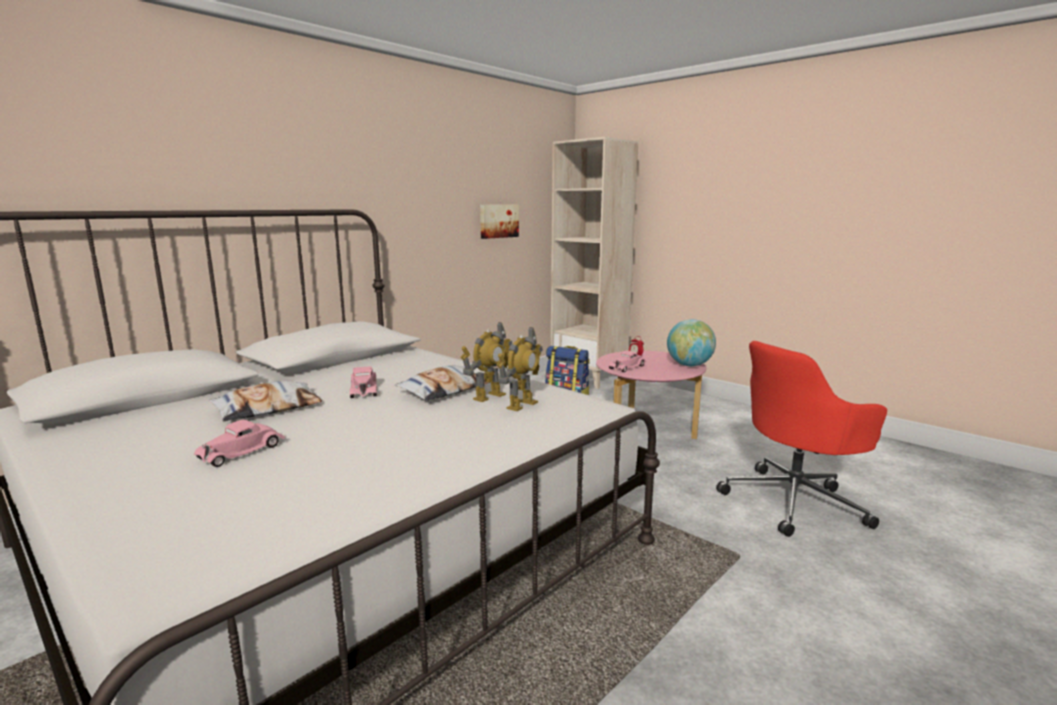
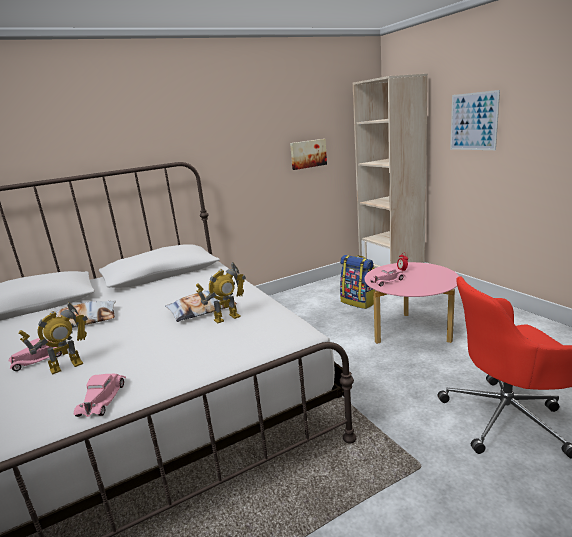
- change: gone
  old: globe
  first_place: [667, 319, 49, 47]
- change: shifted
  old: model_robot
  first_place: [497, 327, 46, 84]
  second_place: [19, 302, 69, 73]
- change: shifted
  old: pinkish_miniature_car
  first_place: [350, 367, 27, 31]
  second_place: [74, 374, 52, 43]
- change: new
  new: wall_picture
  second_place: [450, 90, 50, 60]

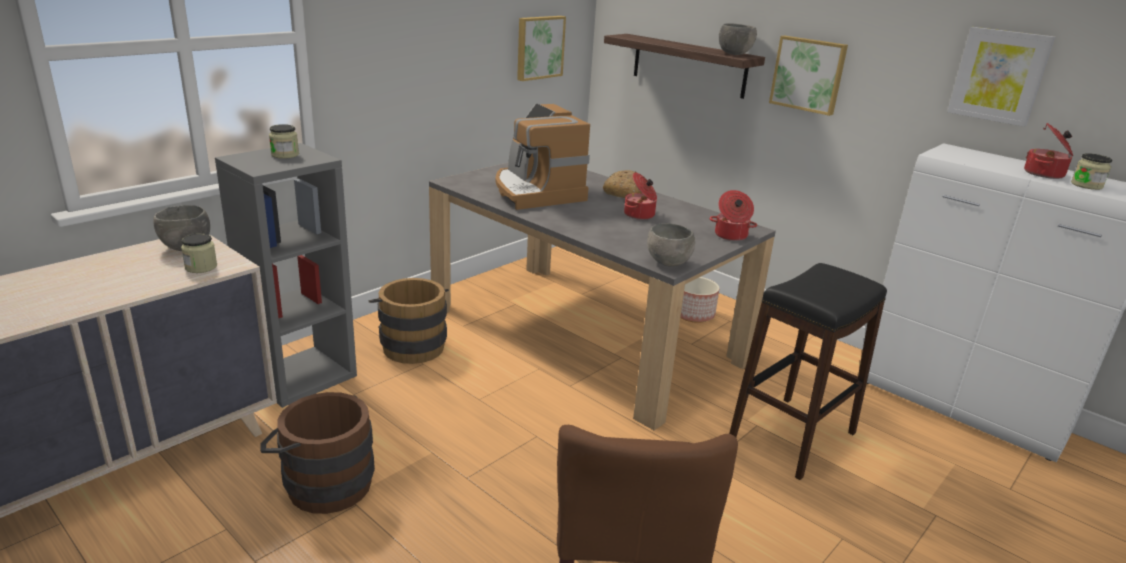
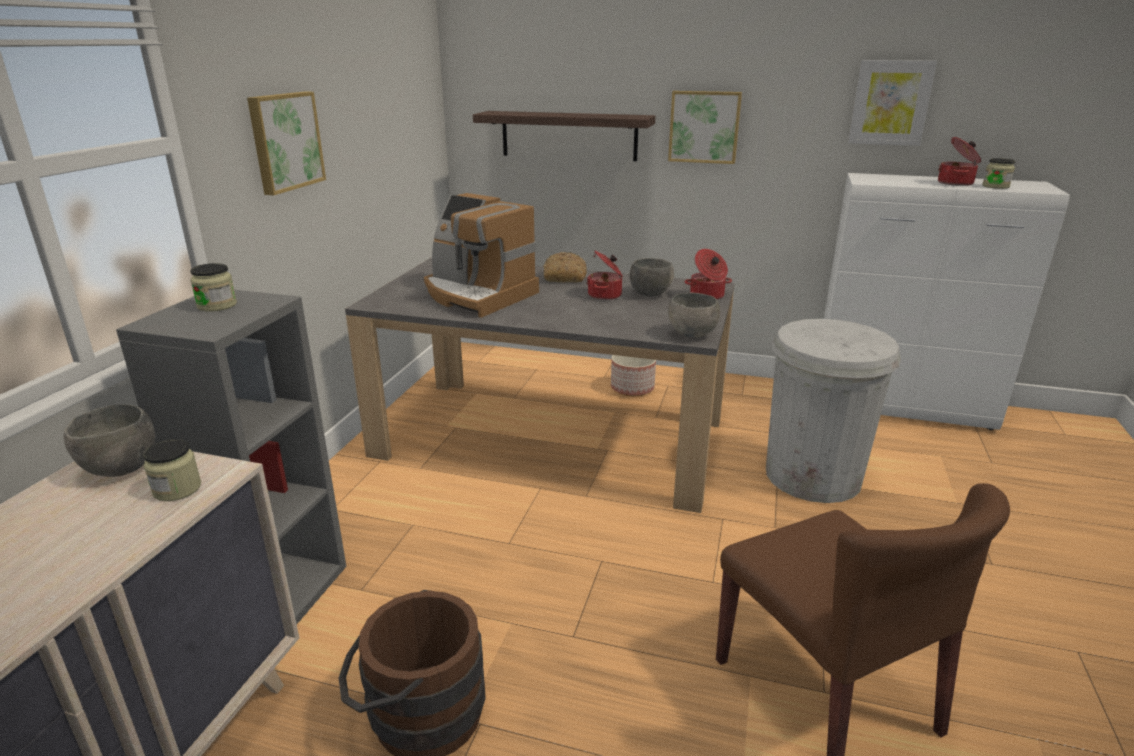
- change: shifted
  old: wall_picture
  first_place: [517, 16, 49, 65]
  second_place: [247, 92, 79, 103]
- change: shifted
  old: gray_serving_bowl
  first_place: [719, 23, 38, 32]
  second_place: [630, 258, 44, 39]
- change: swapped
  old: black_stool_seat
  new: white-coloured_rubbish_bin
  first_place: [729, 263, 158, 217]
  second_place: [766, 319, 135, 184]
- change: gone
  old: brown_water_bucket
  first_place: [369, 278, 80, 86]

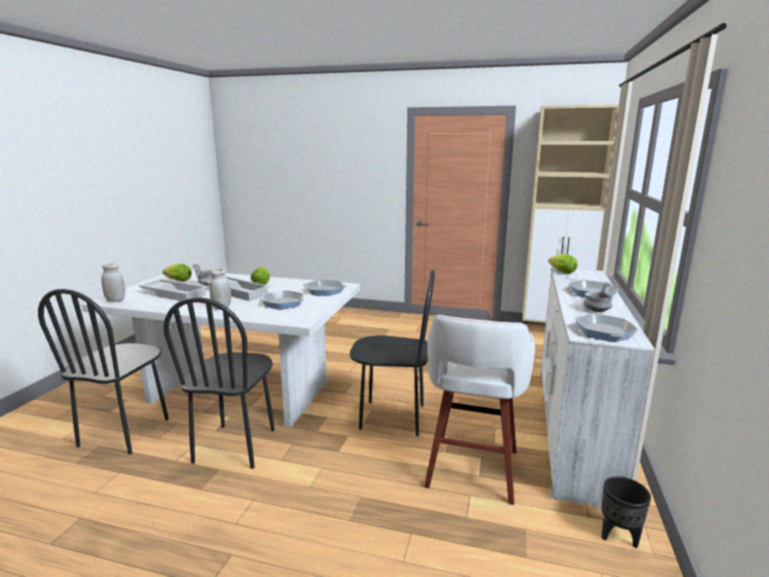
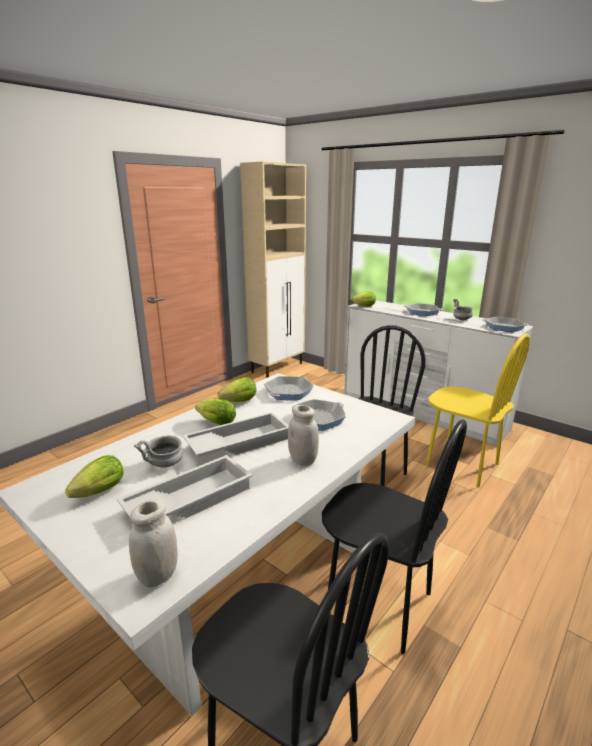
- change: swapped
  old: white-coloured_stool_seat
  new: yellow-coloured_plain_chair
  first_place: [424, 315, 111, 190]
  second_place: [426, 333, 104, 155]
- change: gone
  old: black_plant_pot
  first_place: [601, 476, 50, 72]
- change: new
  new: lettuce_head
  second_place: [218, 377, 39, 25]

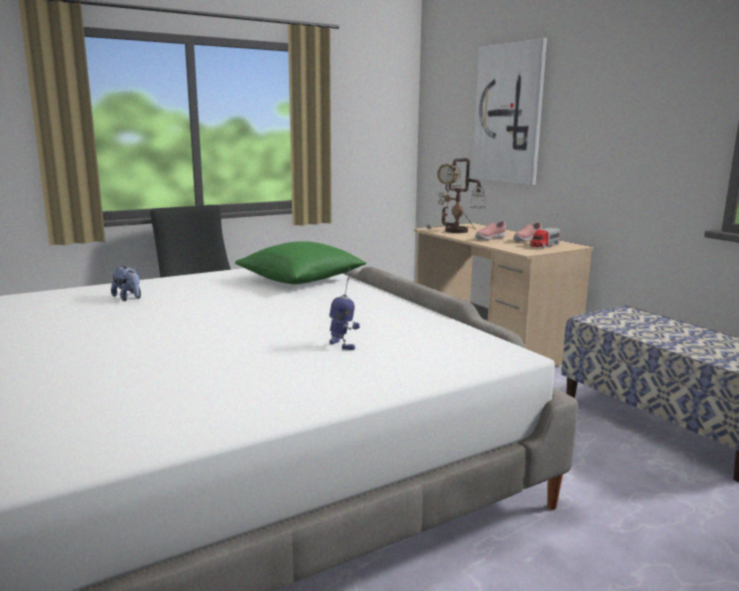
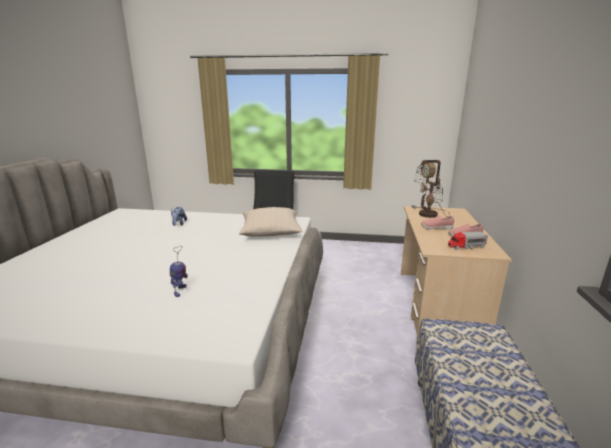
- change: gone
  old: wall_picture
  first_place: [472, 38, 75, 147]
- change: repainted
  old: greenish_throw_pillow
  new: sand-coloured_throw_pillow
  first_place: [235, 241, 132, 43]
  second_place: [239, 207, 64, 30]

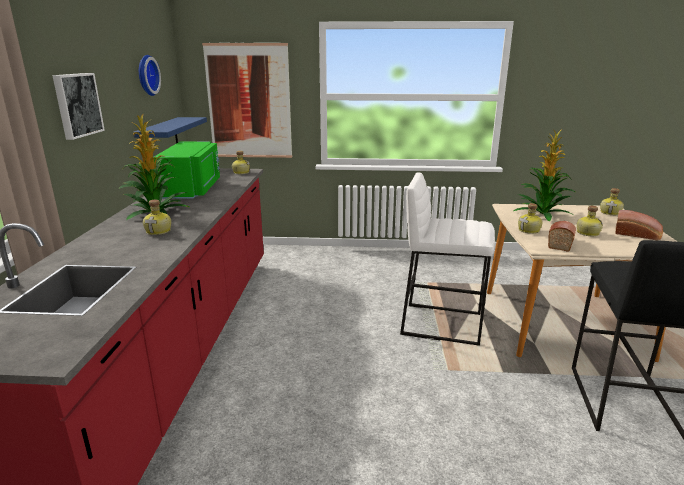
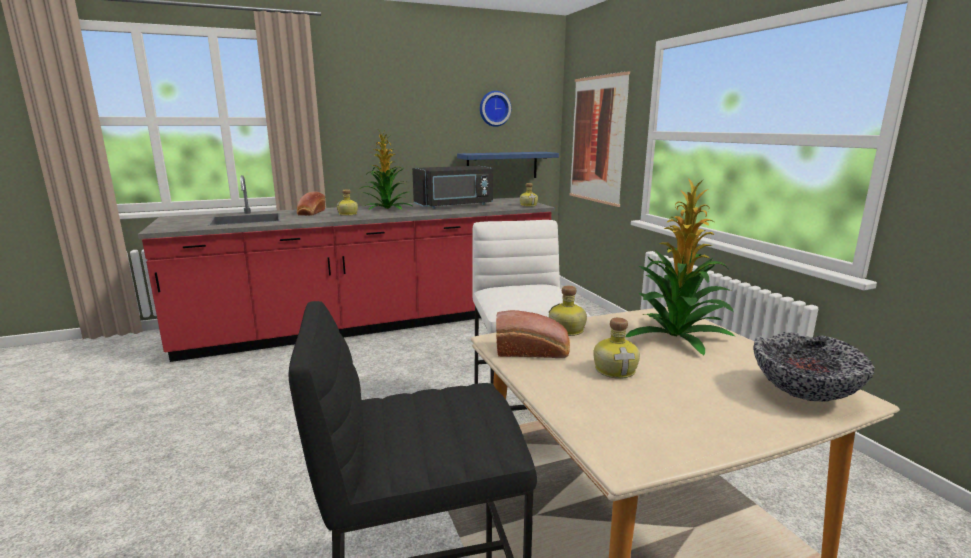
- change: gone
  old: wall_picture
  first_place: [52, 73, 53, 67]
- change: repainted
  old: greenish_microwave_oven
  new: black_microwave_oven
  first_place: [154, 141, 66, 58]
  second_place: [412, 166, 81, 43]
- change: swapped
  old: drink_bottle
  new: serving_bowl
  first_place: [600, 188, 24, 27]
  second_place: [753, 332, 122, 70]
- change: shifted
  old: bakery_bread
  first_place: [615, 210, 48, 30]
  second_place: [297, 191, 28, 25]

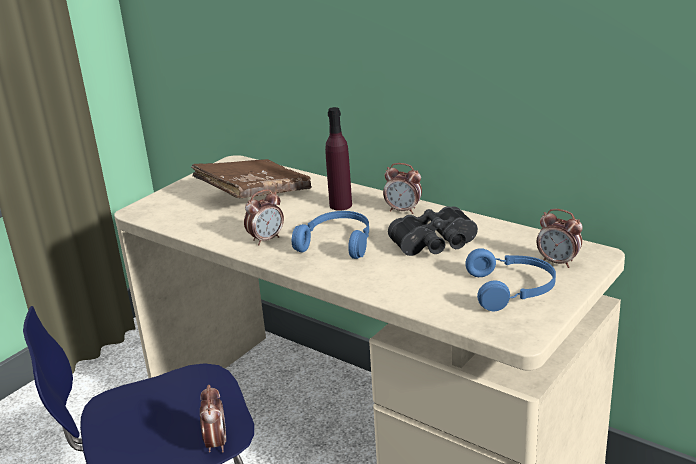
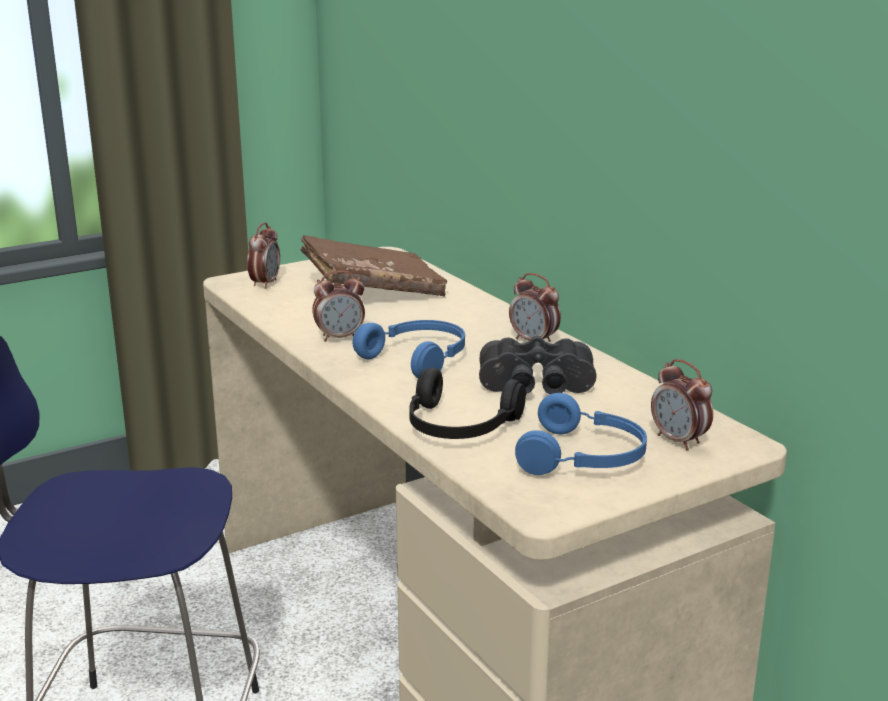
- change: gone
  old: purplish_drink_bottle
  first_place: [325, 107, 27, 104]
- change: shifted
  old: alarm_clock
  first_place: [200, 385, 26, 67]
  second_place: [247, 222, 33, 67]
- change: new
  new: black_headphones
  second_place: [409, 368, 117, 71]

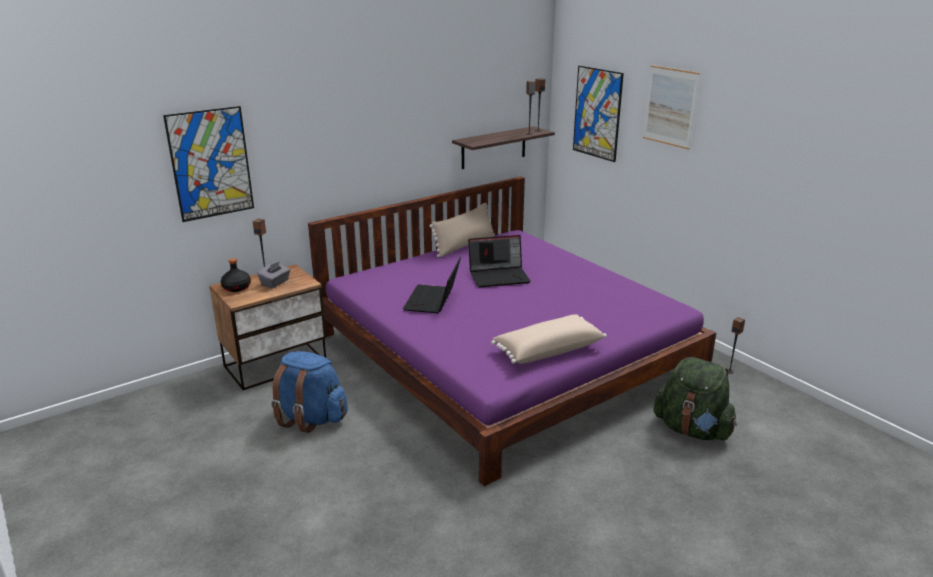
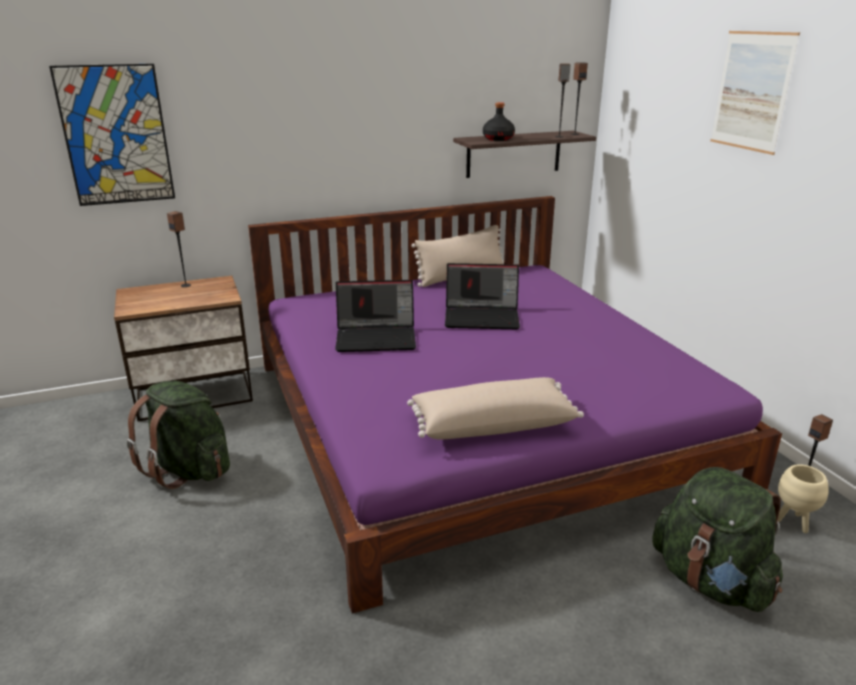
- change: gone
  old: wall_picture
  first_place: [573, 66, 51, 96]
- change: rotated
  old: notebook_computer
  first_place: [403, 257, 58, 56]
  second_place: [335, 280, 81, 72]
  degrees: -120
- change: shifted
  old: black_drink_bottle
  first_place: [221, 258, 30, 34]
  second_place: [483, 102, 32, 39]
- change: gone
  old: gray_box_of_tissues
  first_place: [257, 261, 33, 27]
- change: repainted
  old: bluish_knapsack
  new: greenish_knapsack
  first_place: [271, 351, 77, 82]
  second_place: [126, 381, 104, 108]
- change: new
  new: sand-coloured_plant_pot
  second_place: [778, 464, 51, 69]

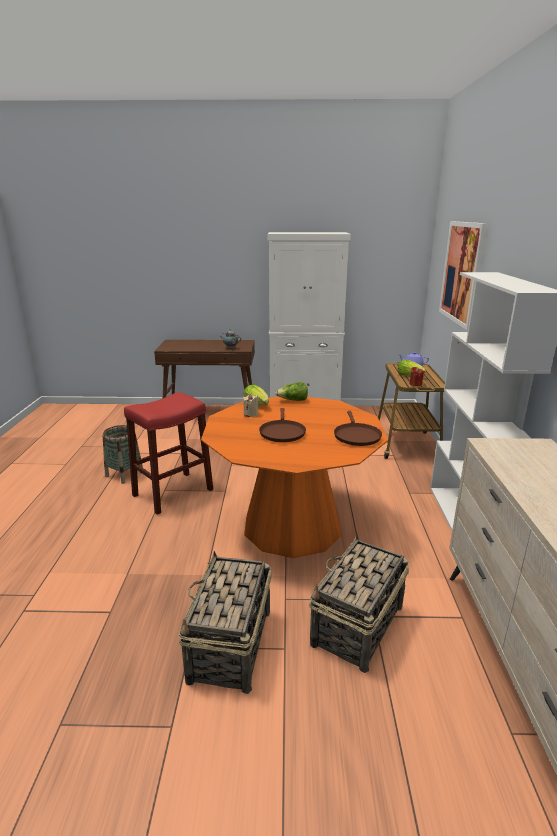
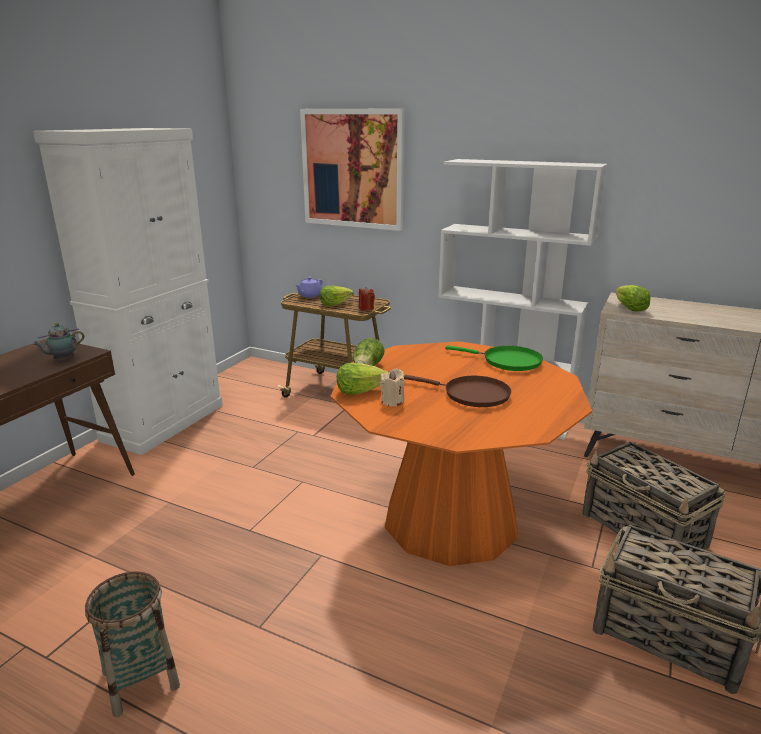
- change: gone
  old: red_stool_seat
  first_place: [124, 392, 89, 123]
- change: repainted
  old: brown_frying_pan
  new: greenish_frying_pan
  first_place: [334, 411, 48, 35]
  second_place: [445, 345, 98, 26]
- change: new
  new: lettuce_head
  second_place: [616, 285, 35, 27]

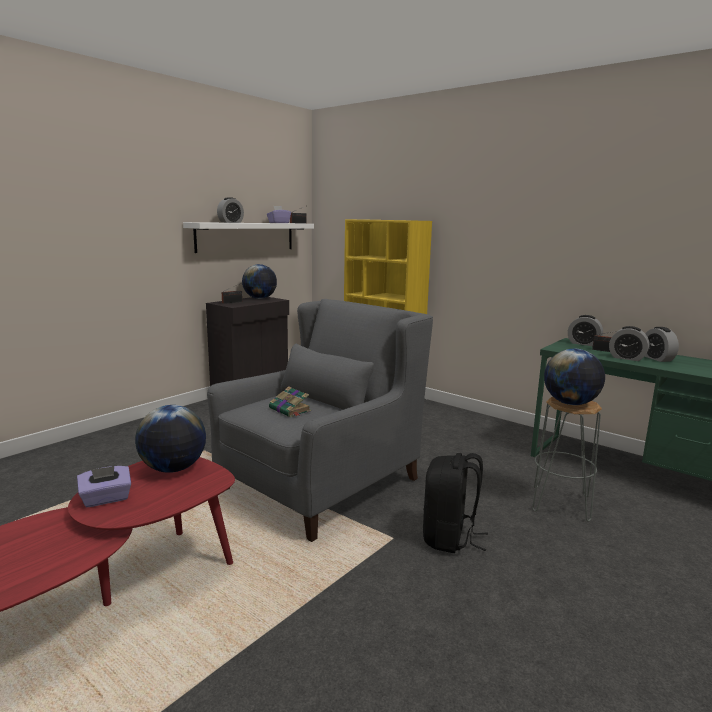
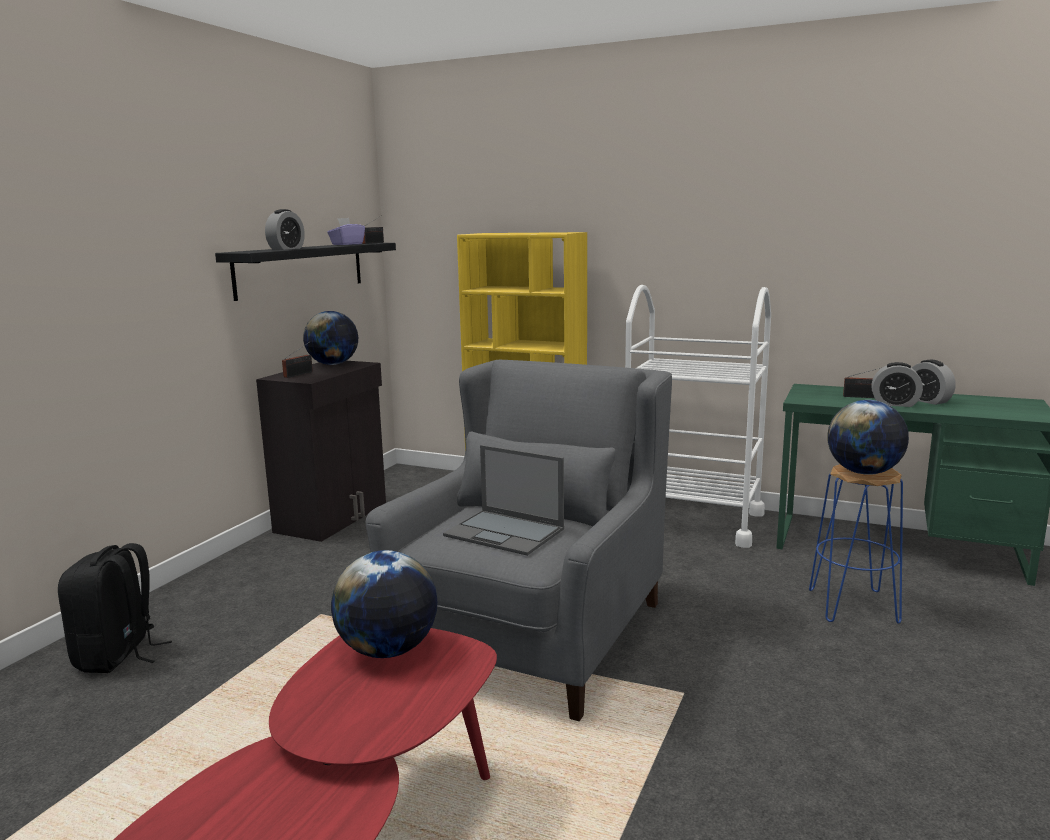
- change: repainted
  old: white-coloured_wall_shelf
  new: black_wall_shelf
  first_place: [183, 222, 131, 31]
  second_place: [215, 243, 181, 58]
- change: gone
  old: alarm_clock
  first_place: [568, 315, 35, 31]
- change: swapped
  old: bound_book
  new: notebook_computer
  first_place: [269, 386, 42, 31]
  second_place: [443, 445, 121, 111]
- change: repainted
  old: gray_stool_seat
  new: bluish_stool_seat
  first_place: [532, 397, 70, 125]
  second_place: [809, 464, 94, 160]
- change: shifted
  old: black_knapsack
  first_place: [423, 453, 65, 100]
  second_place: [58, 543, 114, 130]
- change: gone
  old: purplish_box_of_tissues
  first_place: [77, 466, 54, 42]
- change: new
  new: white-coloured_trolley
  second_place: [625, 285, 146, 263]

